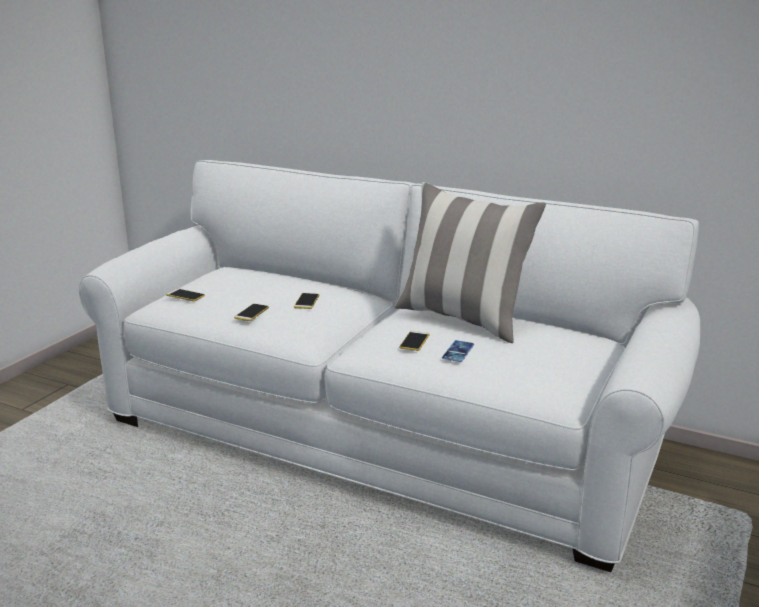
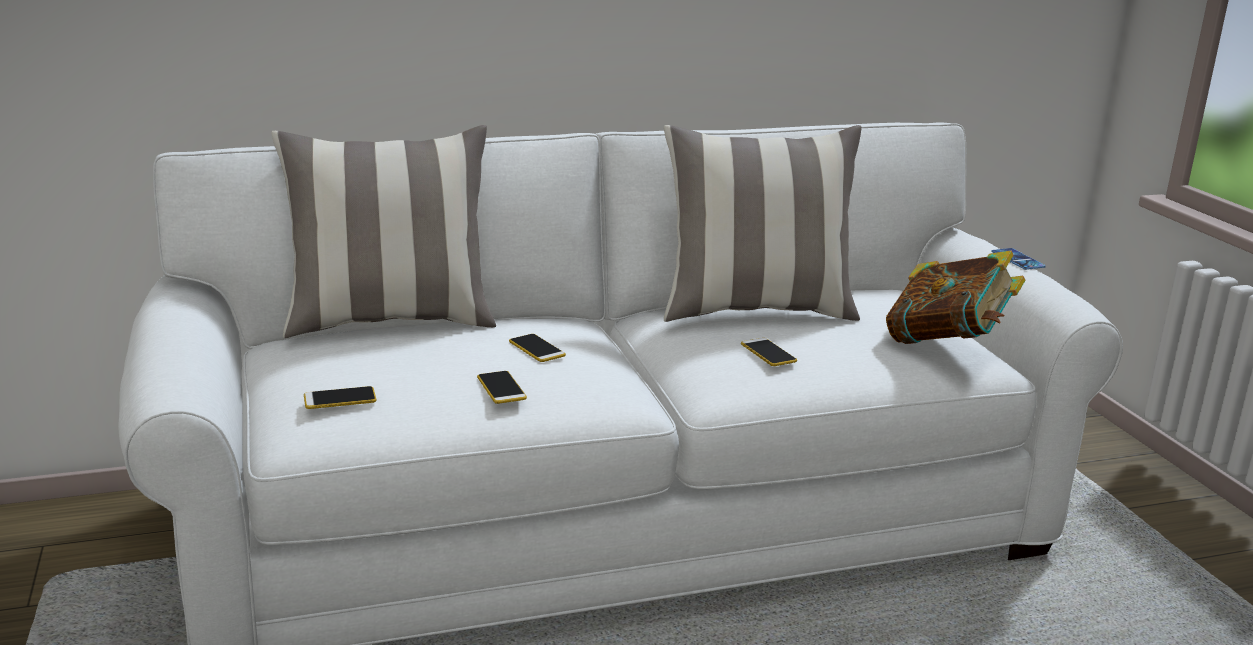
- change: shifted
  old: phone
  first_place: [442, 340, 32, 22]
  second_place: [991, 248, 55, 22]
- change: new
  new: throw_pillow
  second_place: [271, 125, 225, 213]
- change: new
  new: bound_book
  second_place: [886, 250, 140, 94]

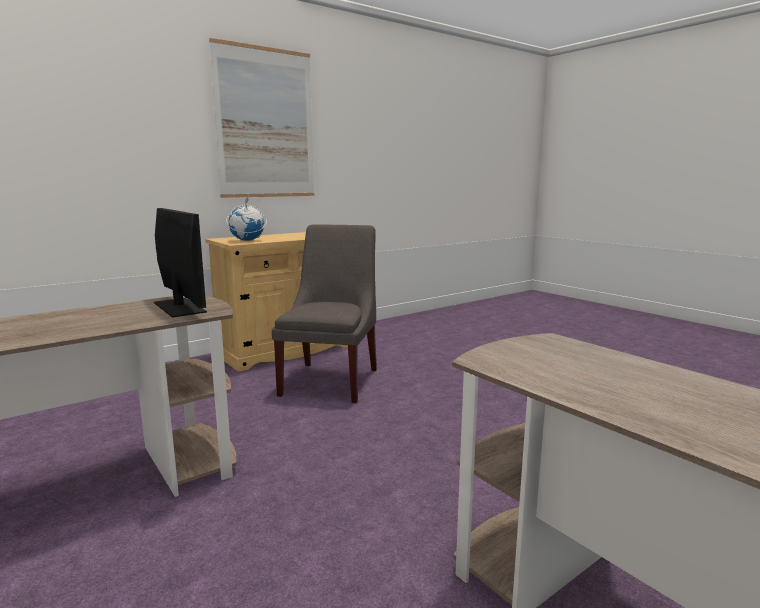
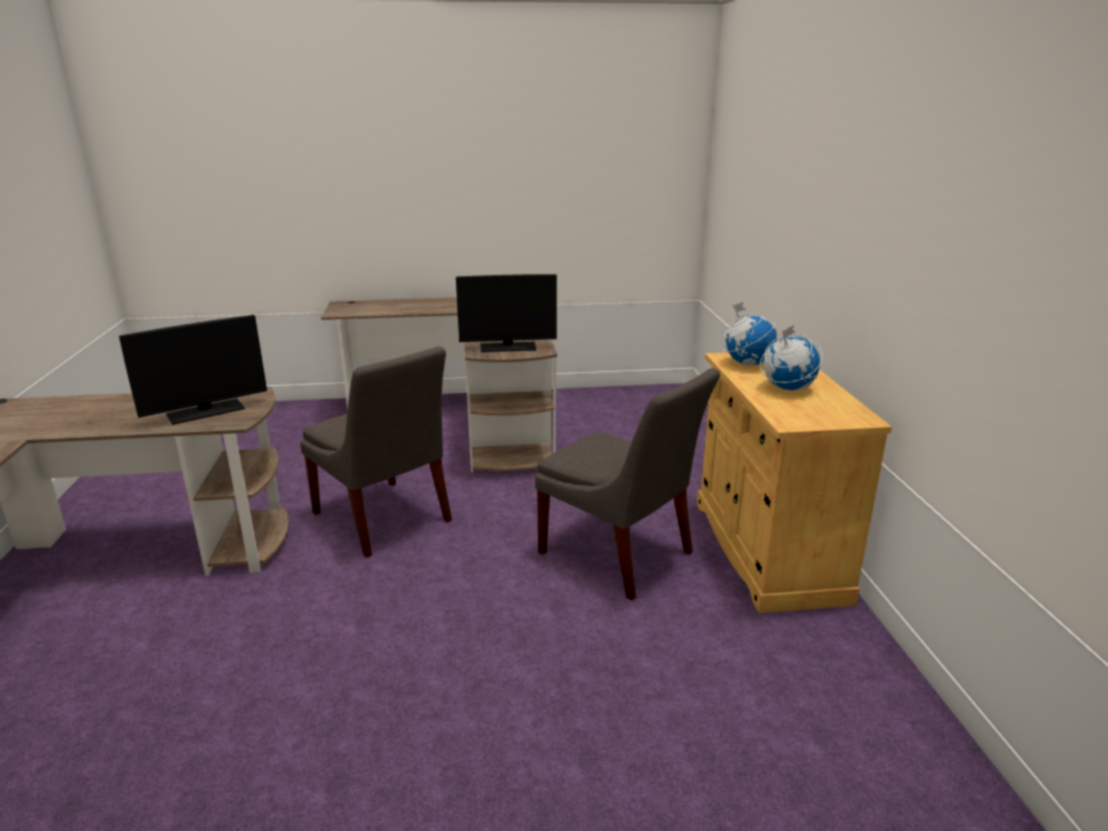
- change: gone
  old: wall_picture
  first_place: [209, 38, 105, 160]
- change: new
  new: computer_display
  second_place: [119, 315, 148, 110]
- change: new
  new: globe
  second_place: [760, 325, 63, 65]
- change: new
  new: gray_plain_chair
  second_place: [300, 347, 152, 211]

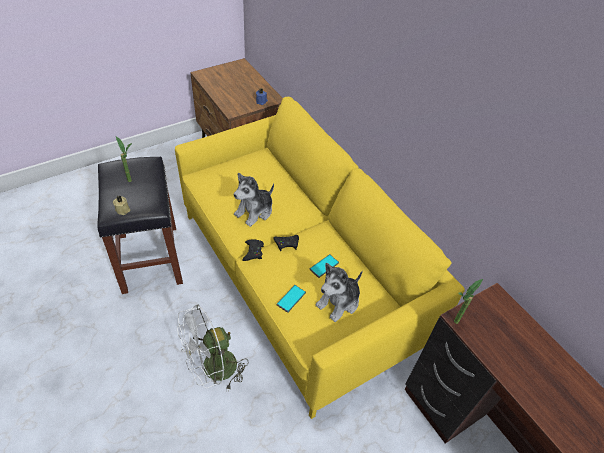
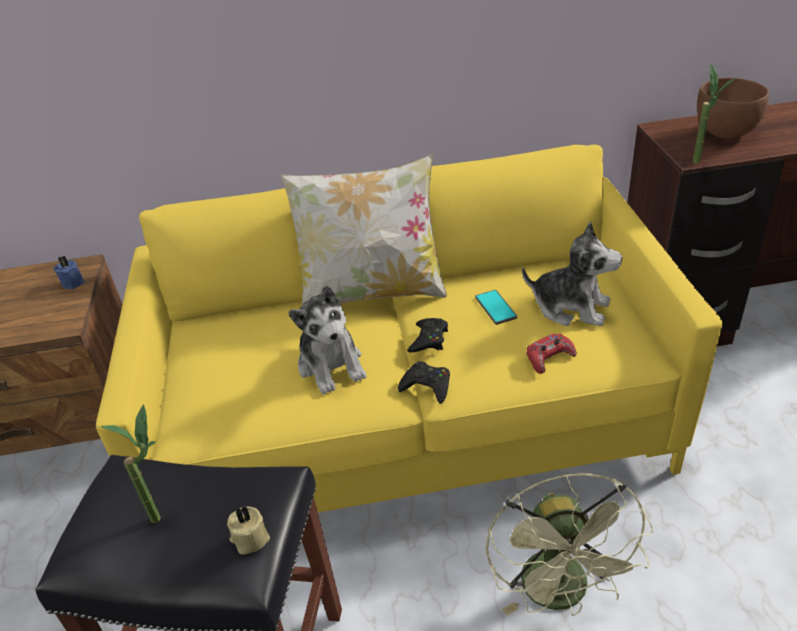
- change: rotated
  old: cuddly_toy
  first_place: [316, 263, 47, 59]
  second_place: [522, 222, 100, 104]
  degrees: -45
- change: swapped
  old: phone
  new: red_game_controller
  first_place: [277, 285, 29, 28]
  second_place: [526, 333, 51, 41]
- change: repainted
  old: white-coloured_fan
  new: greenish_fan
  first_place: [177, 305, 71, 86]
  second_place: [485, 473, 168, 143]
- change: new
  new: brown_serving_bowl
  second_place: [697, 78, 72, 60]
- change: new
  new: throw_pillow
  second_place: [280, 154, 167, 151]

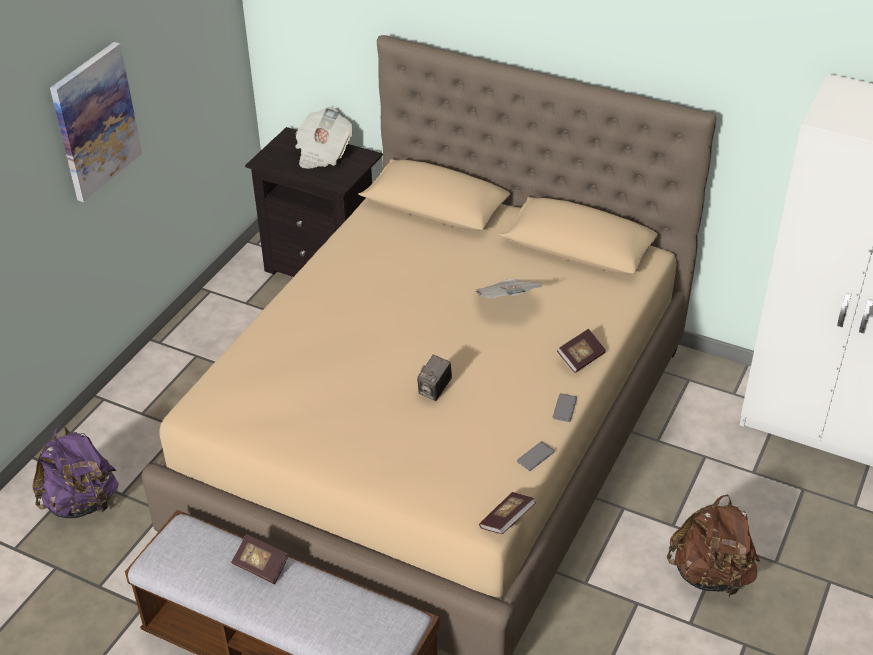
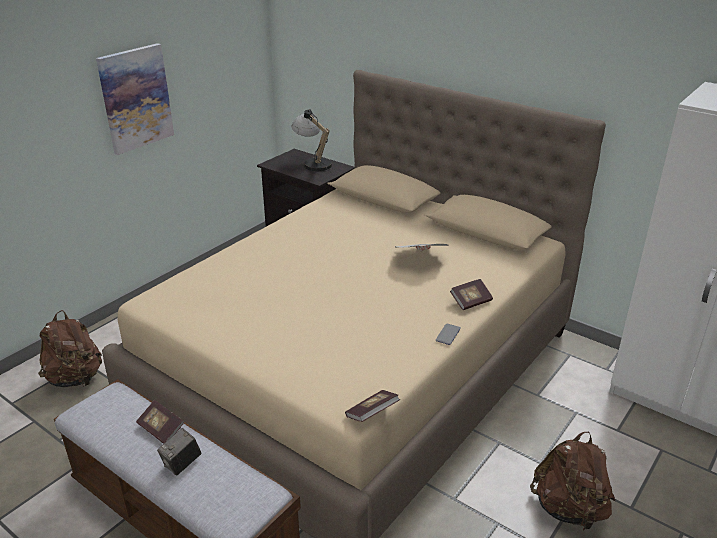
- change: swapped
  old: newspaper
  new: table_lamp
  first_place: [295, 107, 58, 62]
  second_place: [291, 109, 42, 65]
- change: shifted
  old: still_camera
  first_place: [417, 355, 35, 46]
  second_place: [157, 428, 44, 48]
- change: repainted
  old: purplish_knapsack
  new: brown_knapsack
  first_place: [32, 424, 86, 94]
  second_place: [38, 310, 64, 77]
- change: gone
  old: phone
  first_place: [517, 442, 38, 29]

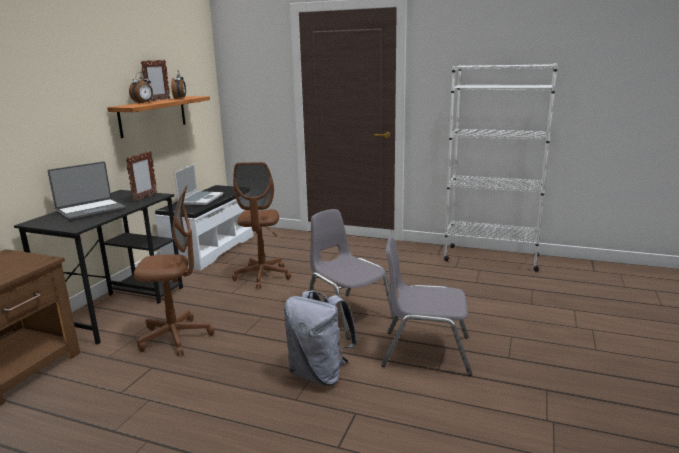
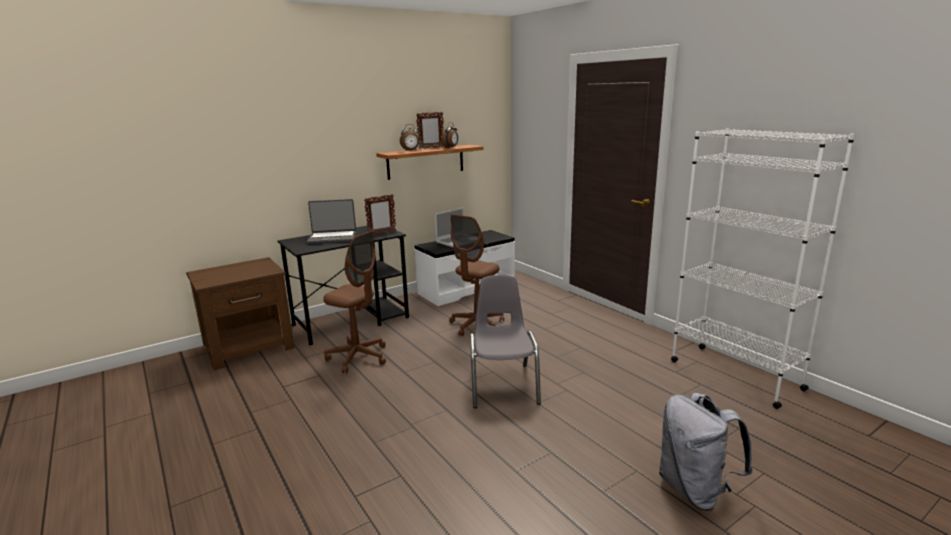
- change: gone
  old: gray_plain_chair
  first_place: [381, 237, 91, 139]
- change: shifted
  old: gray_knapsack
  first_place: [284, 290, 74, 95]
  second_place: [659, 393, 94, 118]

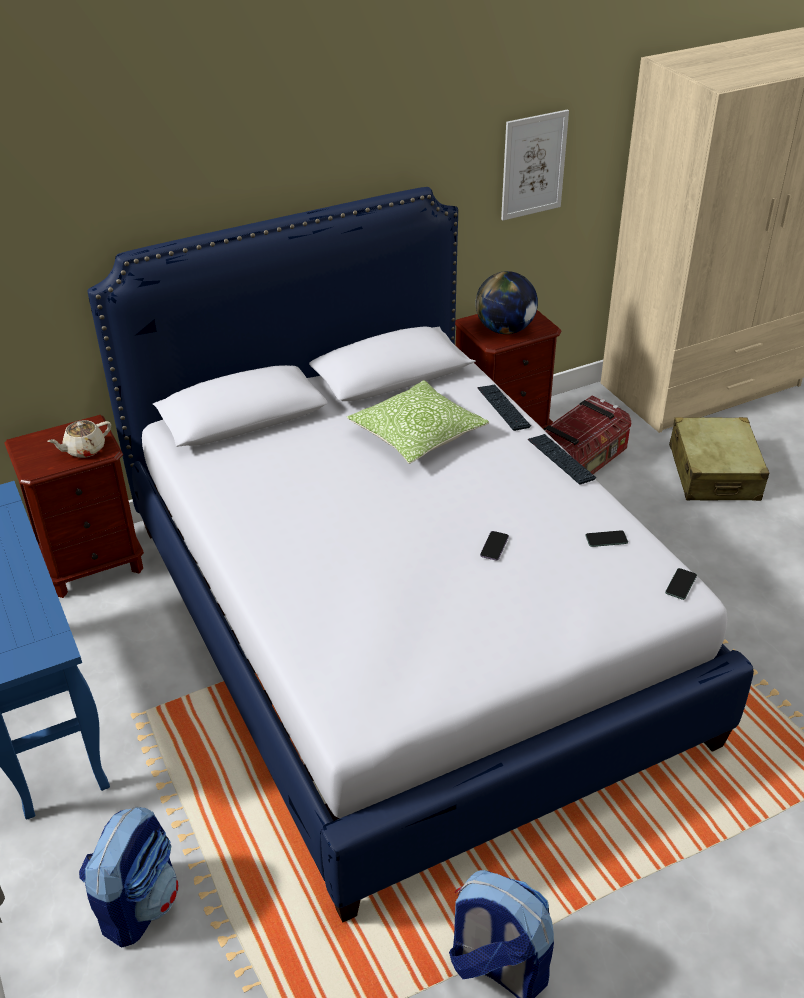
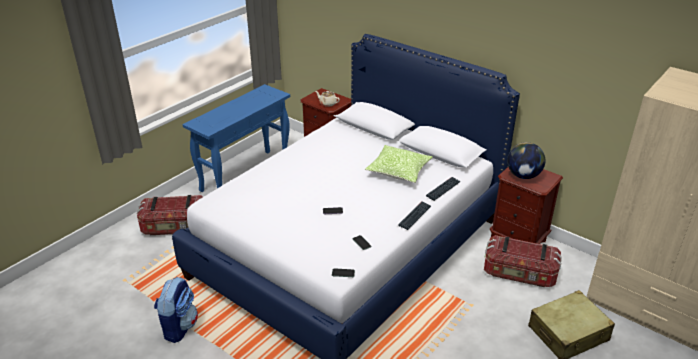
- change: gone
  old: wall_picture
  first_place: [501, 110, 68, 110]
- change: swapped
  old: knapsack
  new: storage_bin
  first_place: [79, 807, 100, 140]
  second_place: [137, 195, 66, 40]

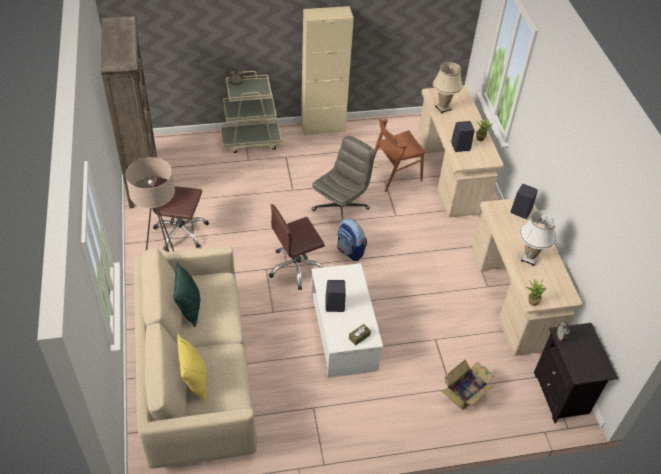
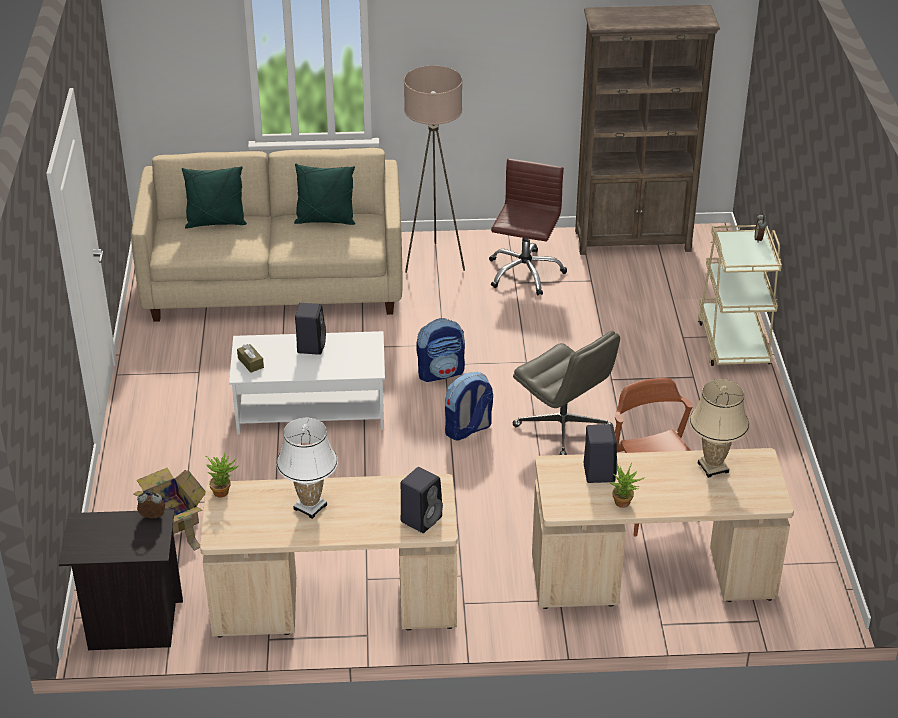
- change: gone
  old: sand-coloured_cabinet
  first_place: [301, 6, 53, 130]
- change: swapped
  old: brown_desk_chair
  new: knapsack
  first_place: [269, 204, 56, 86]
  second_place: [416, 318, 49, 64]
- change: repainted
  old: yellow-coloured_throw_pillow
  new: greenish_throw_pillow
  first_place: [177, 334, 30, 68]
  second_place: [182, 166, 65, 63]

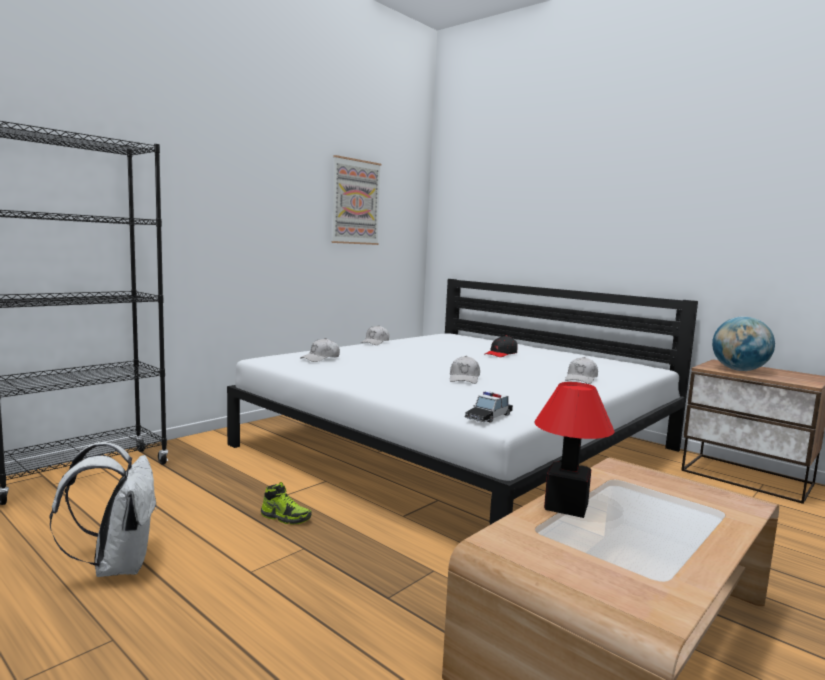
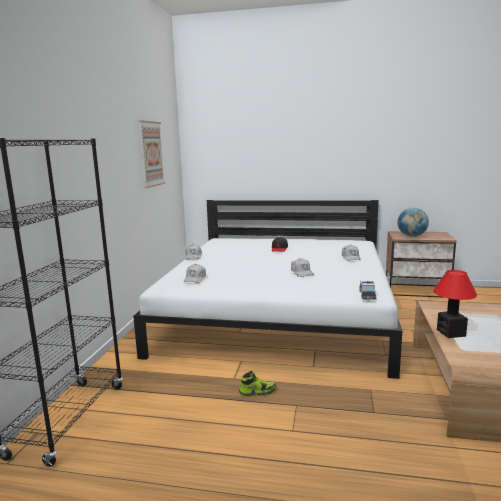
- change: gone
  old: white-coloured_knapsack
  first_place: [49, 442, 109, 135]

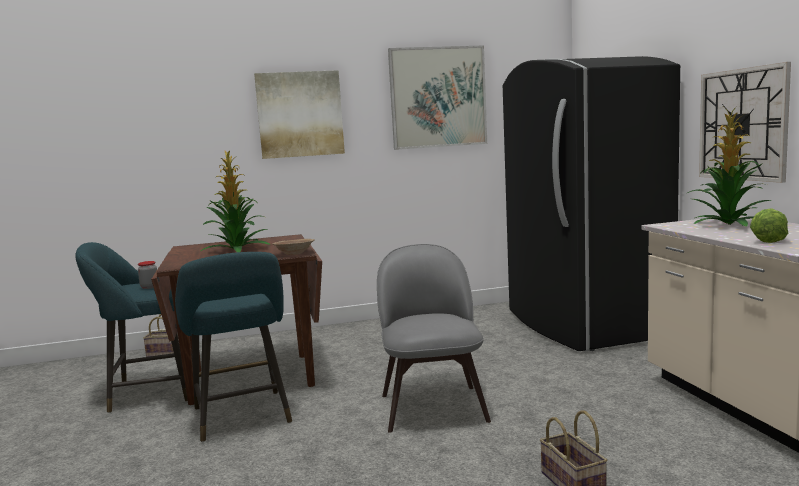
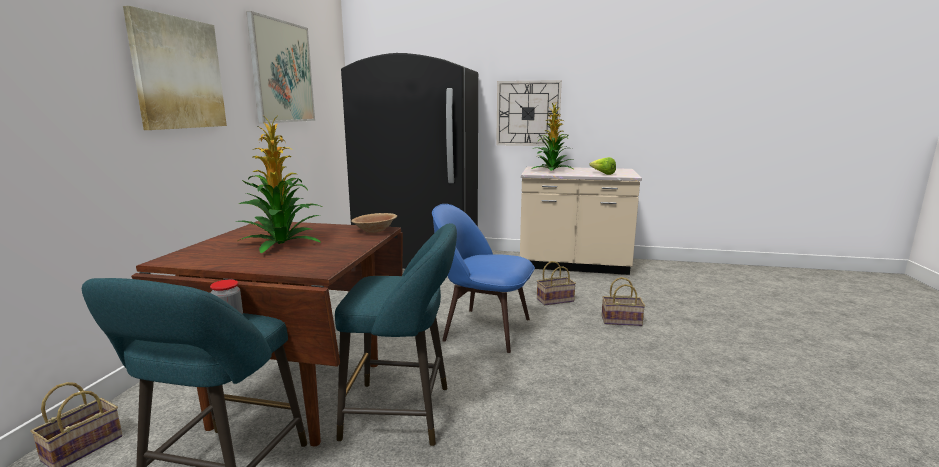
- change: repainted
  old: gray_plain_chair
  new: bluish_plain_chair
  first_place: [377, 244, 114, 189]
  second_place: [432, 204, 103, 149]
- change: new
  new: household_basket
  second_place: [537, 261, 39, 44]

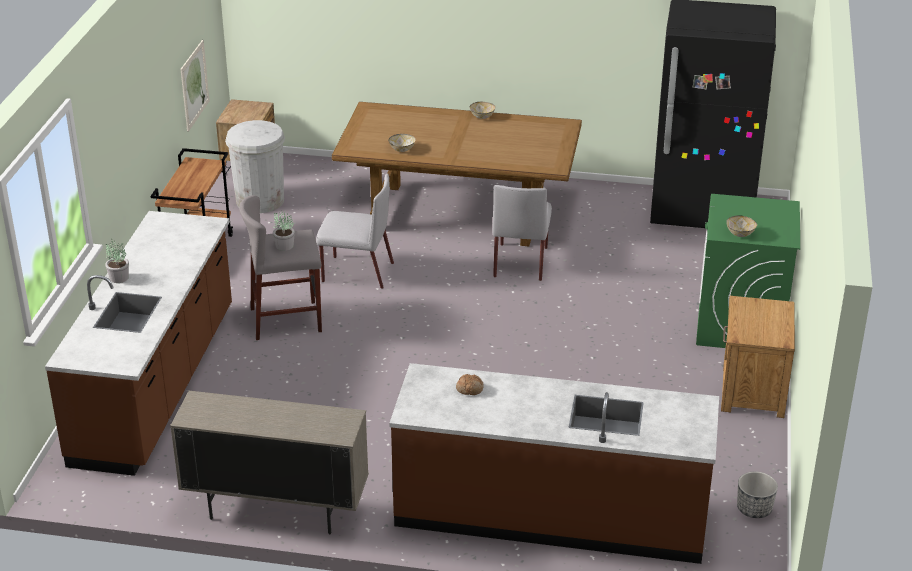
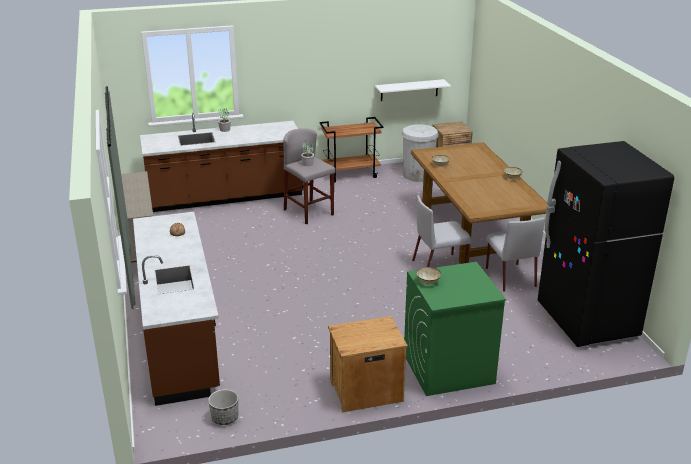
- change: swapped
  old: wall_picture
  new: white-coloured_wall_shelf
  first_place: [180, 40, 30, 92]
  second_place: [375, 79, 76, 22]
- change: shifted
  old: gray_plain_chair
  first_place: [316, 173, 78, 116]
  second_place: [486, 218, 59, 74]

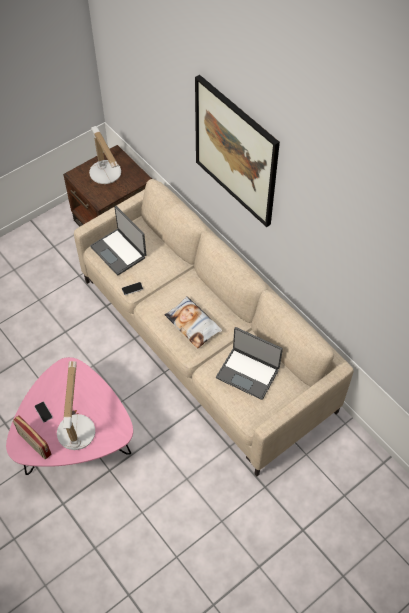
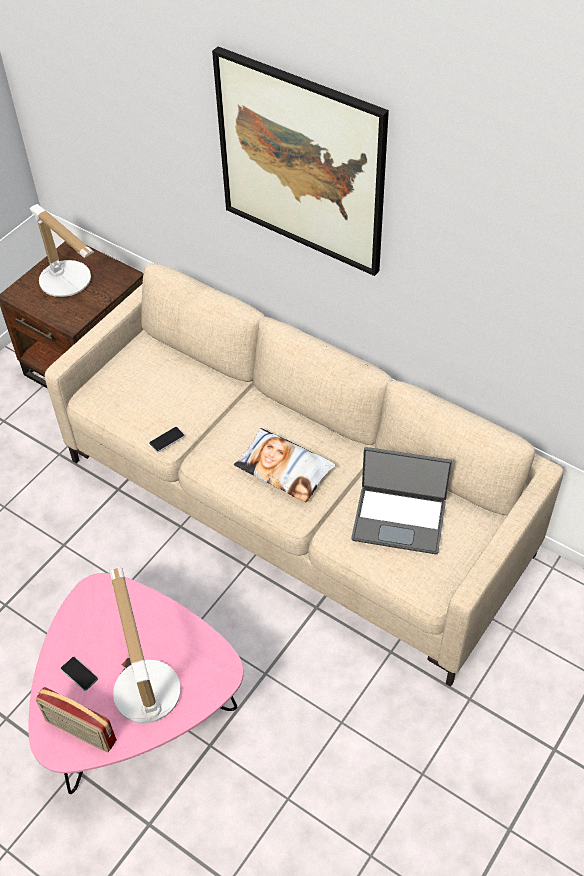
- change: gone
  old: notebook_computer
  first_place: [90, 206, 56, 69]

